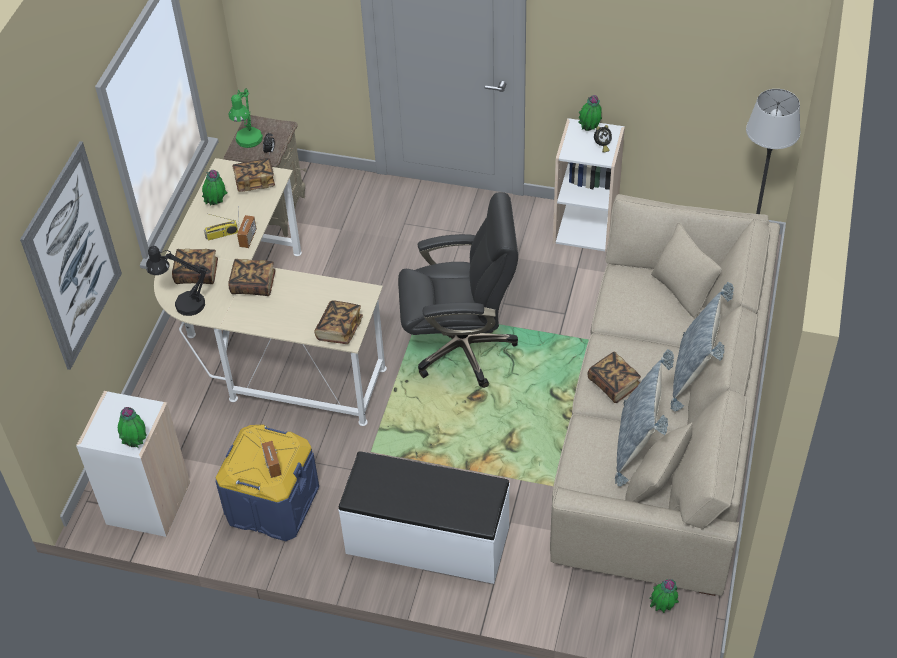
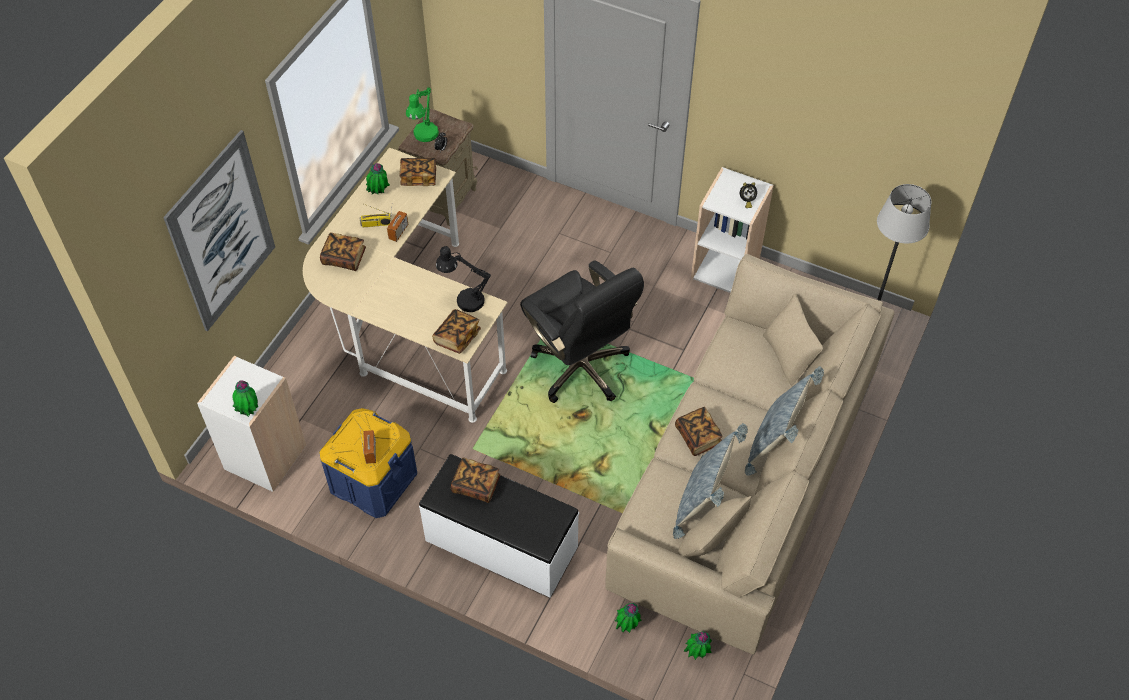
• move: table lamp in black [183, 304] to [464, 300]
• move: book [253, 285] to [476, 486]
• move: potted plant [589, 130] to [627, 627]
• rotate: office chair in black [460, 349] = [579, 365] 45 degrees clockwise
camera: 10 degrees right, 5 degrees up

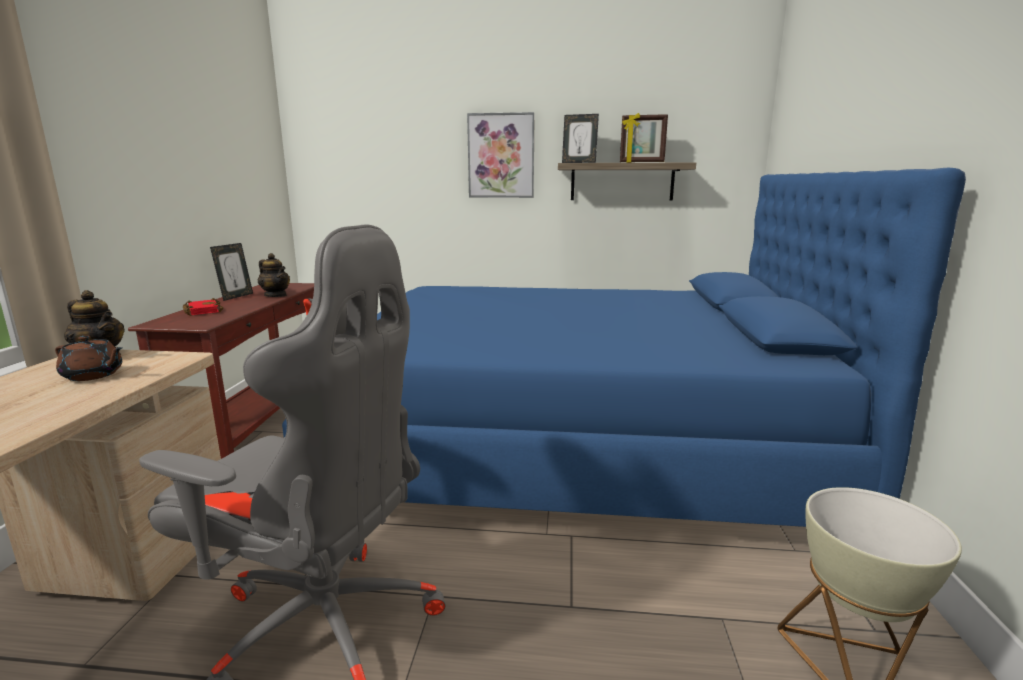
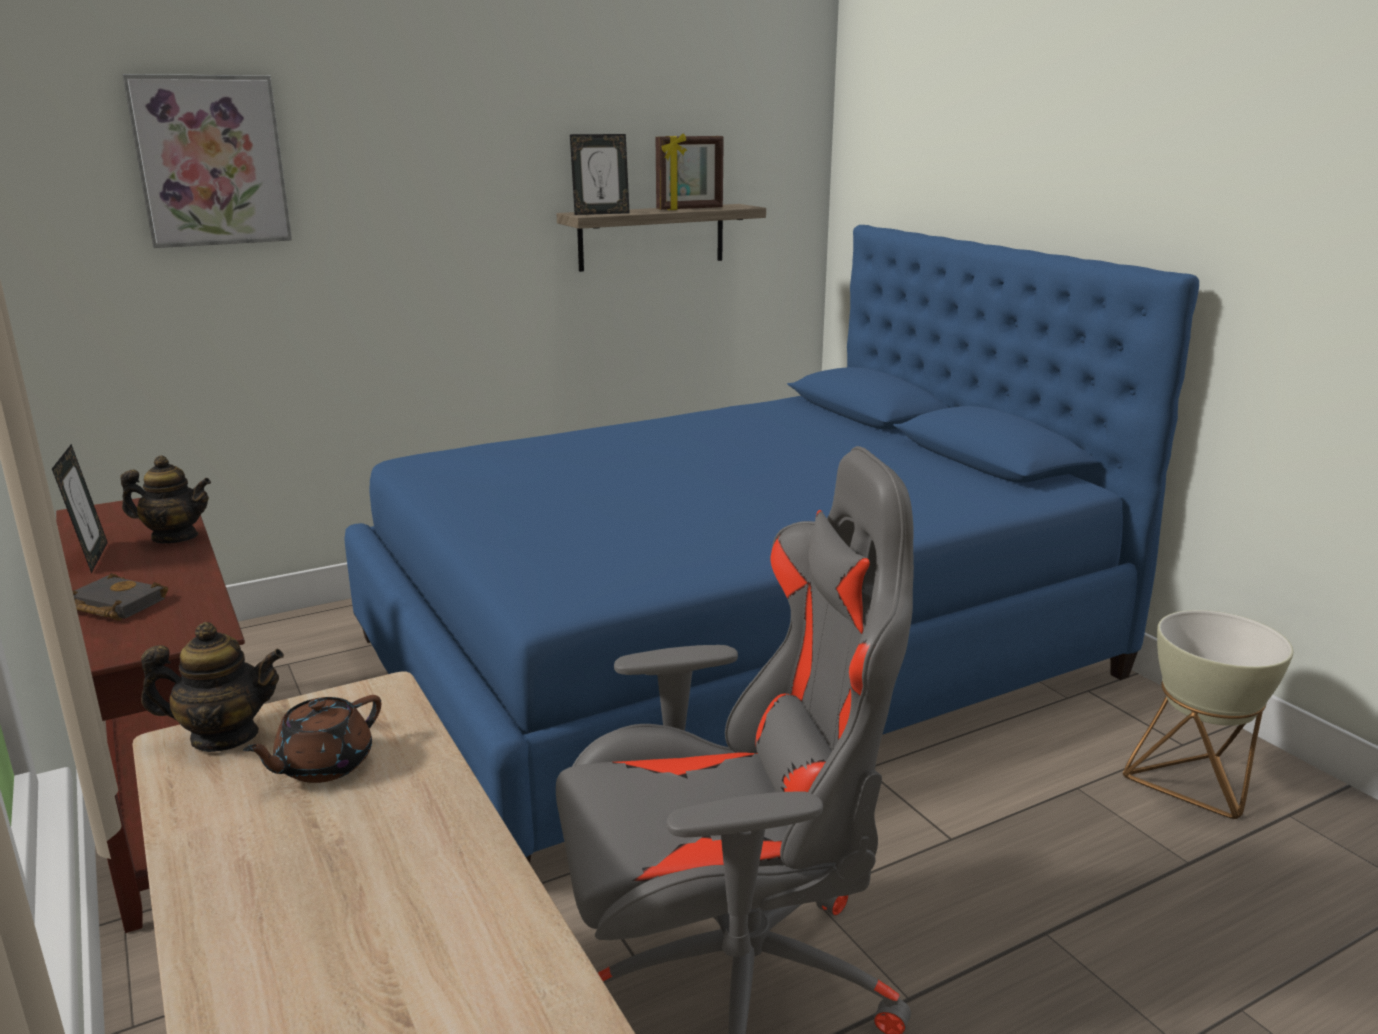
• move: picture [501, 156] to [210, 161]
• recolor: book in red [201, 311] to book in black [112, 605]
• rotate: teapot in brown [93, 375] = [323, 765] 150 degrees clockwise
camera: 35 degrees left, 5 degrees up

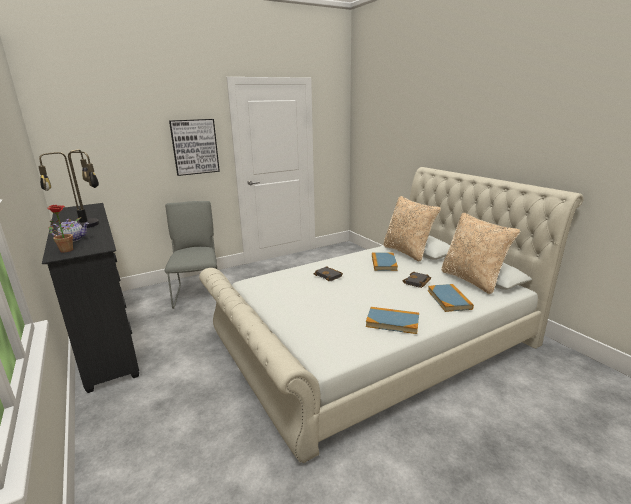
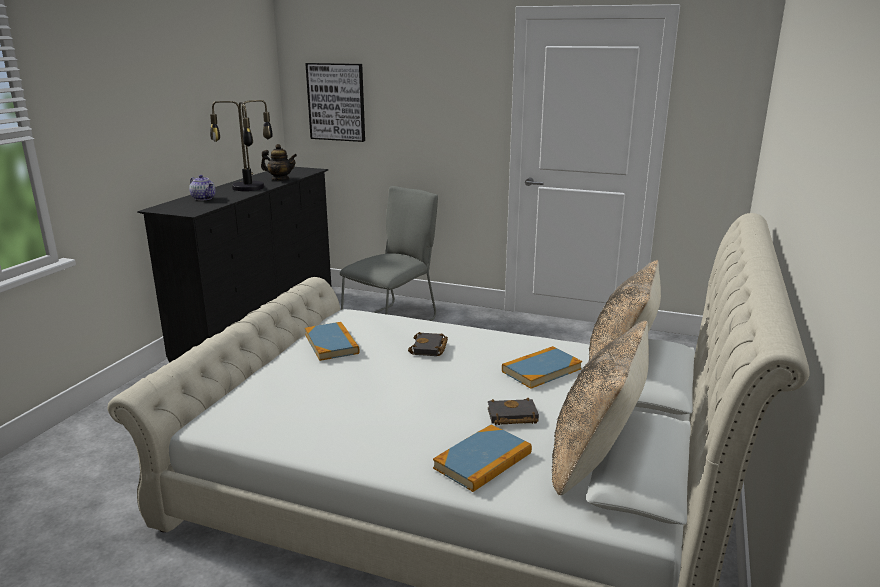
• delete: potted plant [69, 249]
• insert: teapot [280, 179]
• move: picture [195, 147] to [336, 102]
• move: book [392, 322] to [331, 344]
camera: 50 degrees right, 0 degrees up

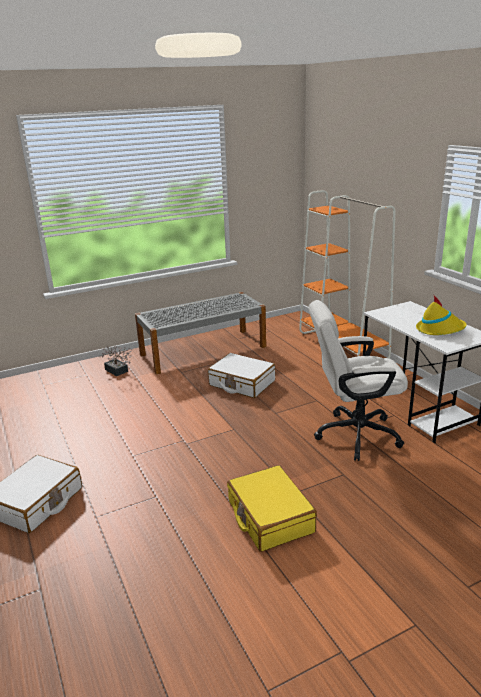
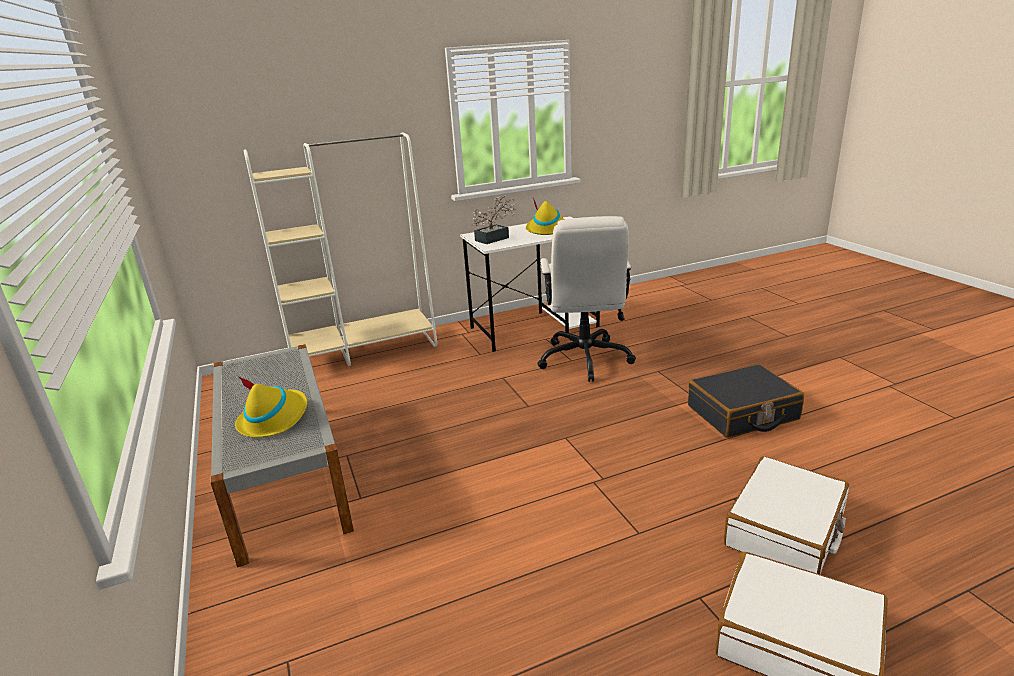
• insert: hat in yellow [274, 419]
• move: potted plant [117, 371] to [495, 238]
• move: suitcase in white [241, 383] to [785, 530]
• recolor: suitcase in yellow [270, 517] to suitcase in black [742, 413]
• recolor: clothes rack in orange [342, 347] to clothes rack in beige [365, 354]
camera: 85 degrees left, 0 degrees up

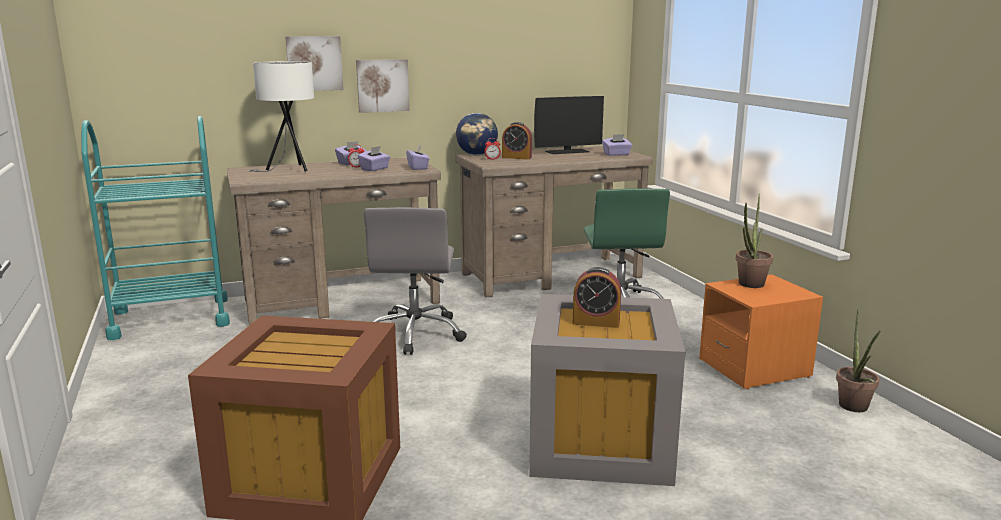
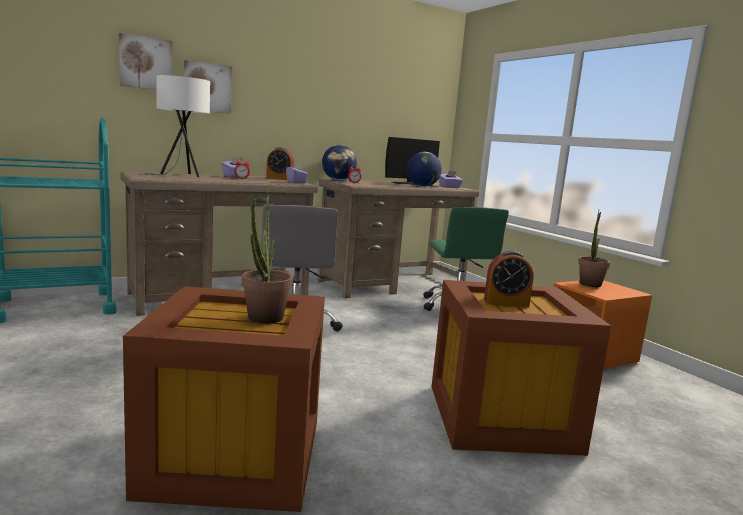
• delete: tissue box in purple [375, 169]
• insert: globe [422, 186]
• move: picture [382, 85] to [145, 63]
• move: alarm clock [516, 157] to [279, 179]
• move: potted plant [854, 409] to [263, 320]
• recolor: storage box in grey [602, 442] to storage box in brown [502, 416]
camera: 10 degrees left, 5 degrees down

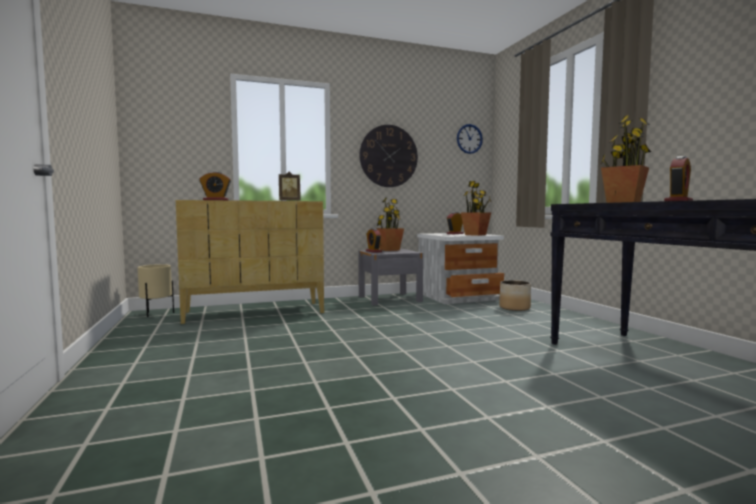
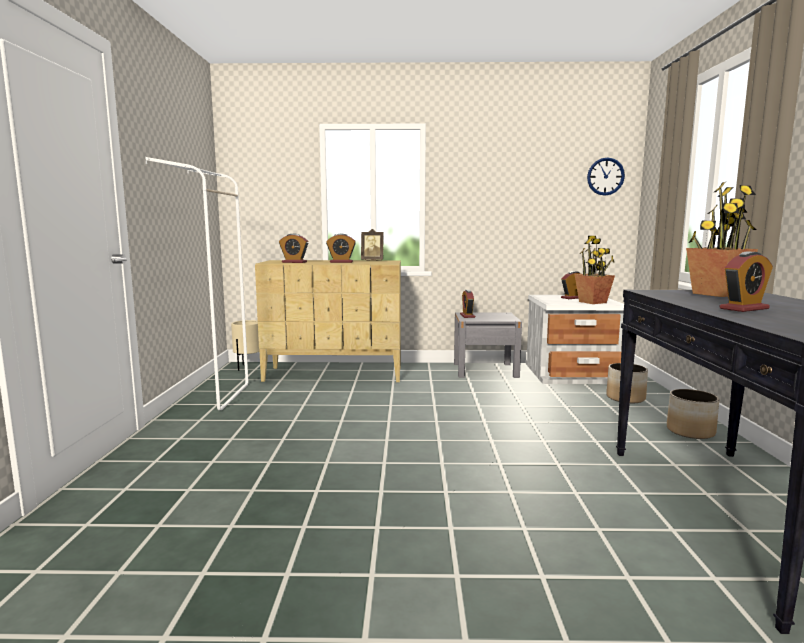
• delete: wall clock [388, 156]
• delete: potted plant [389, 250]
• insert: clothes rack in white [211, 396]
• insert: alarm clock [341, 262]
• insert: planter [691, 431]
camera: 20 degrees right, 5 degrees up

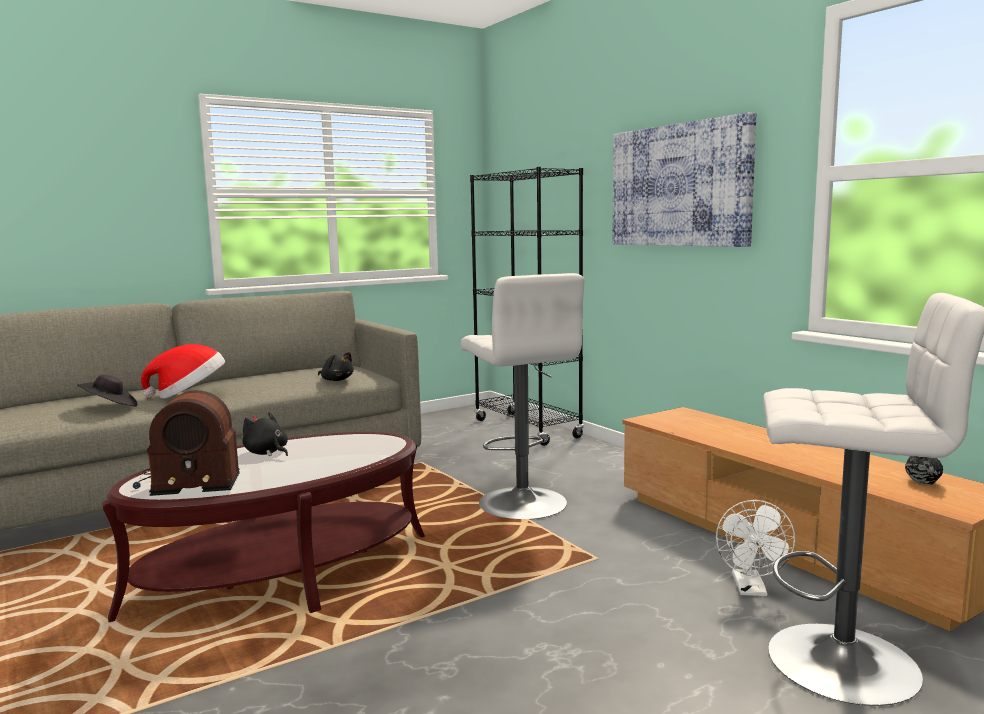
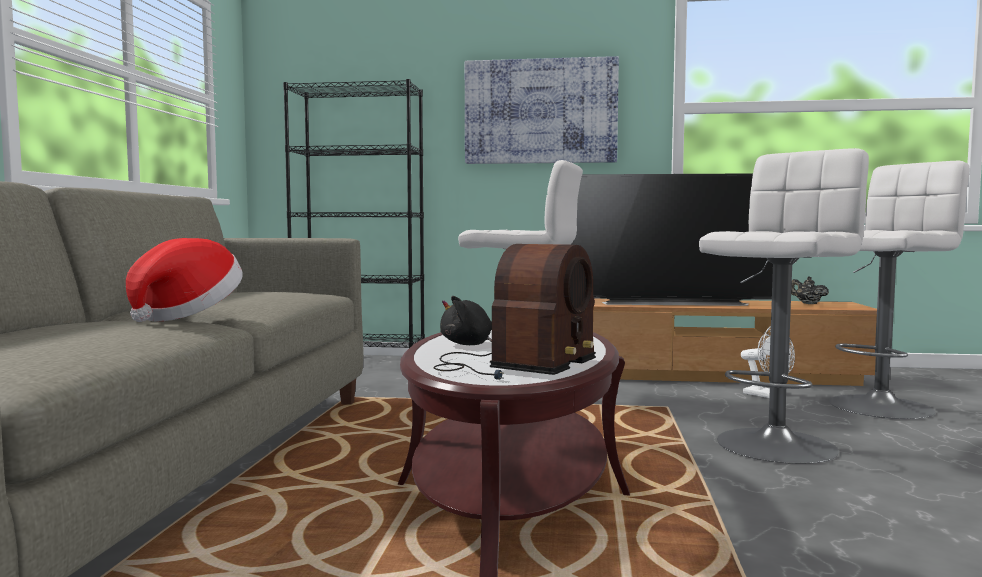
• delete: hat in black [110, 407]
• delete: plush toy in black [336, 380]
• insert: television [672, 303]
• insert: stool in white [777, 446]
camera: 50 degrees left, 5 degrees down

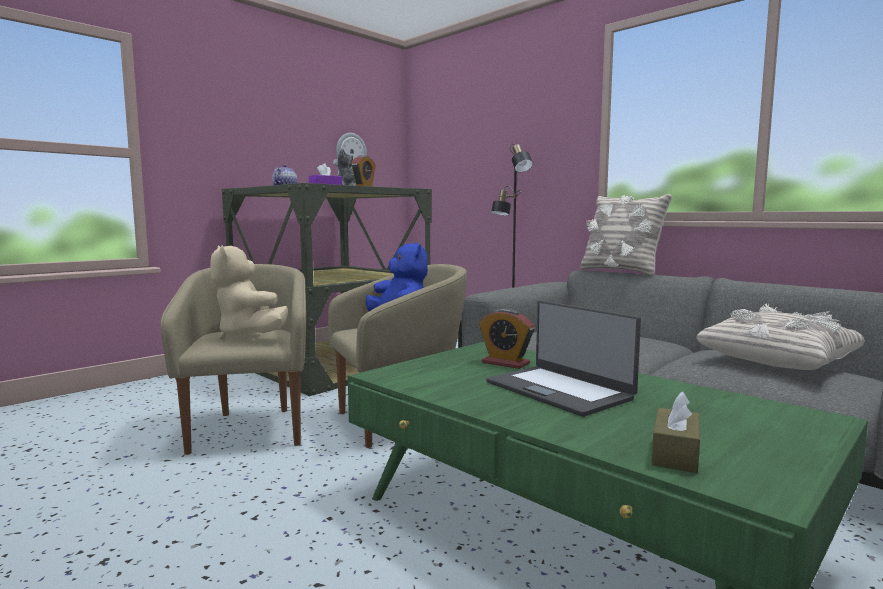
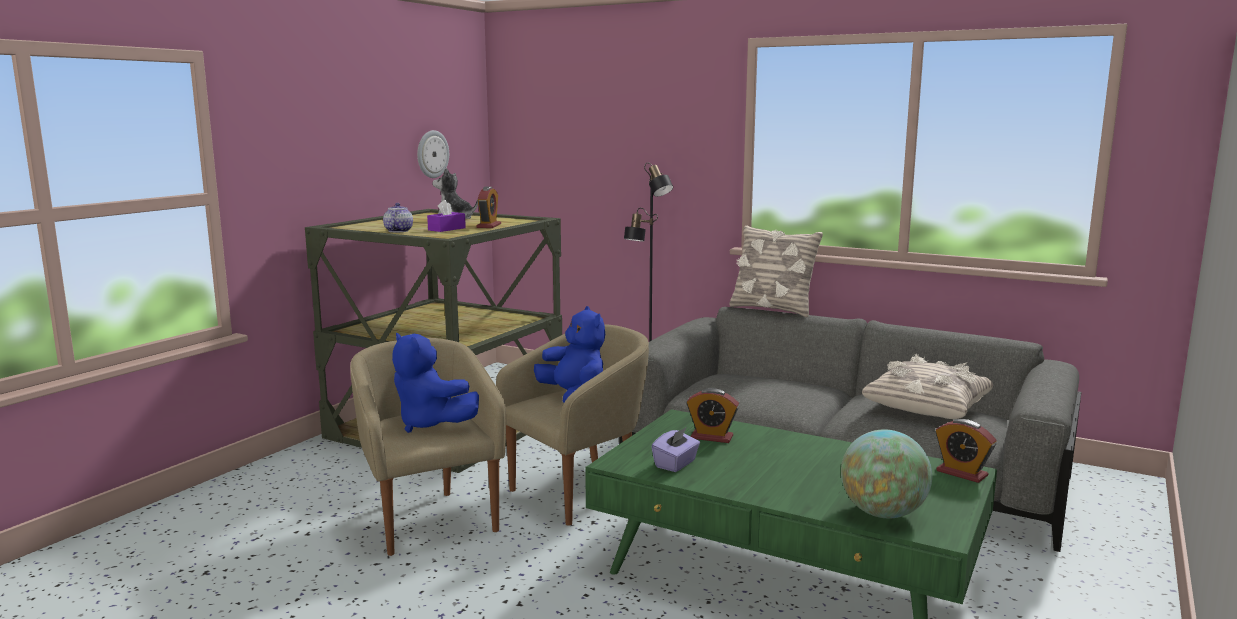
• delete: laptop [559, 390]
• insert: tissue box in purple [676, 464]
• insert: alarm clock [962, 473]
• replace: tissue box in brown [675, 453] to globe [882, 513]
• recolor: plush toy in beige [249, 336] to plush toy in blue [430, 424]
camera: 15 degrees left, 5 degrees up

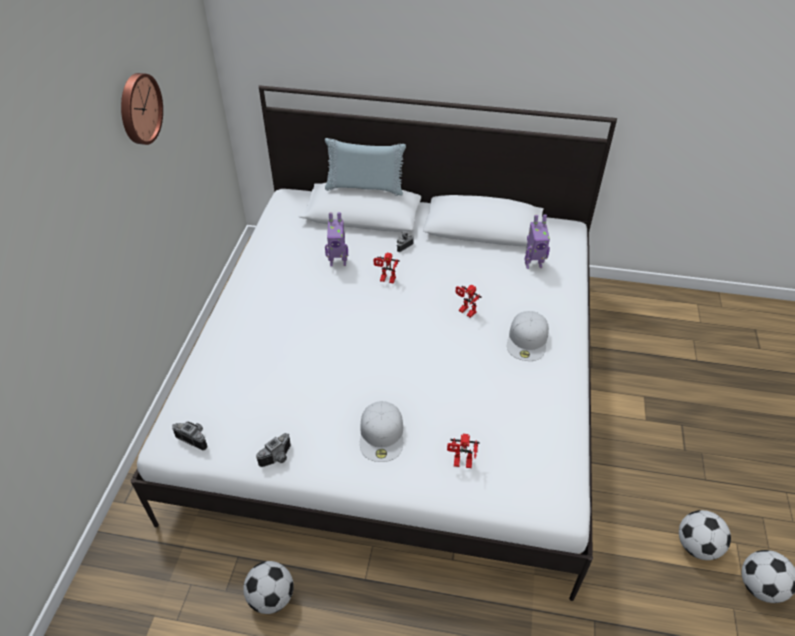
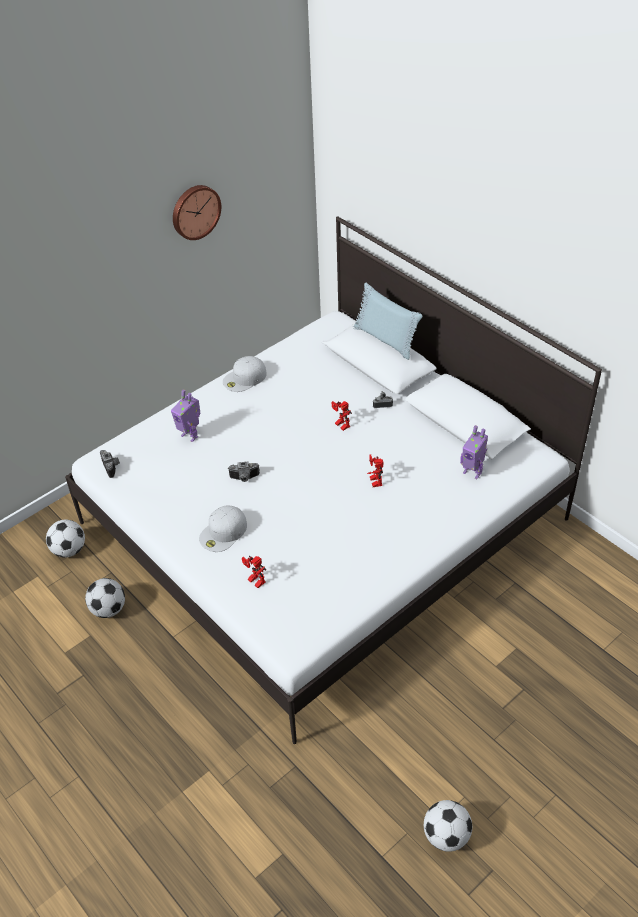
• move: photo camera [278, 458] to [244, 478]
• move: toy robot [338, 262] to [190, 435]
• move: cap in white [527, 340] to [244, 378]
• move: football [697, 546] to [69, 550]
camera: 40 degrees right, 0 degrees up

